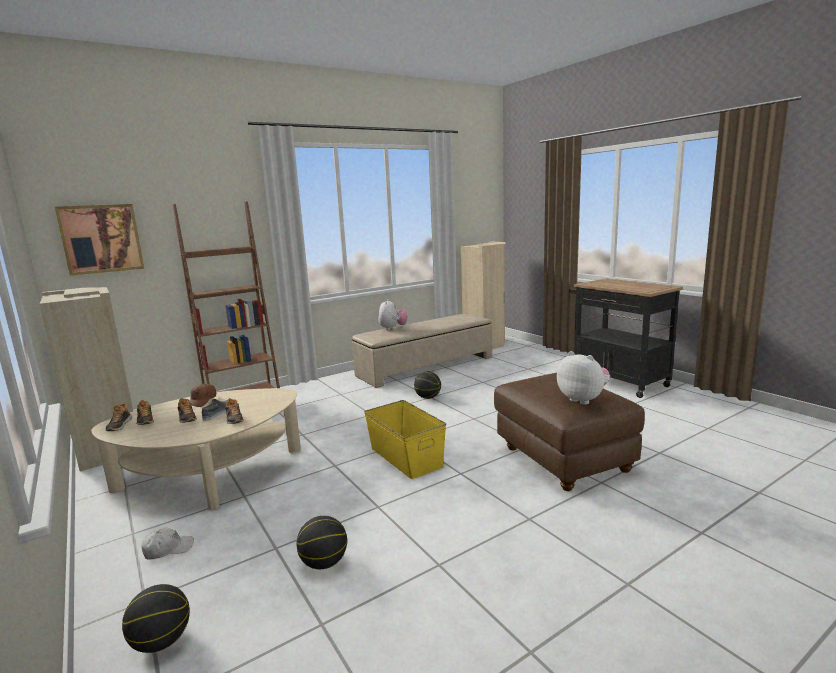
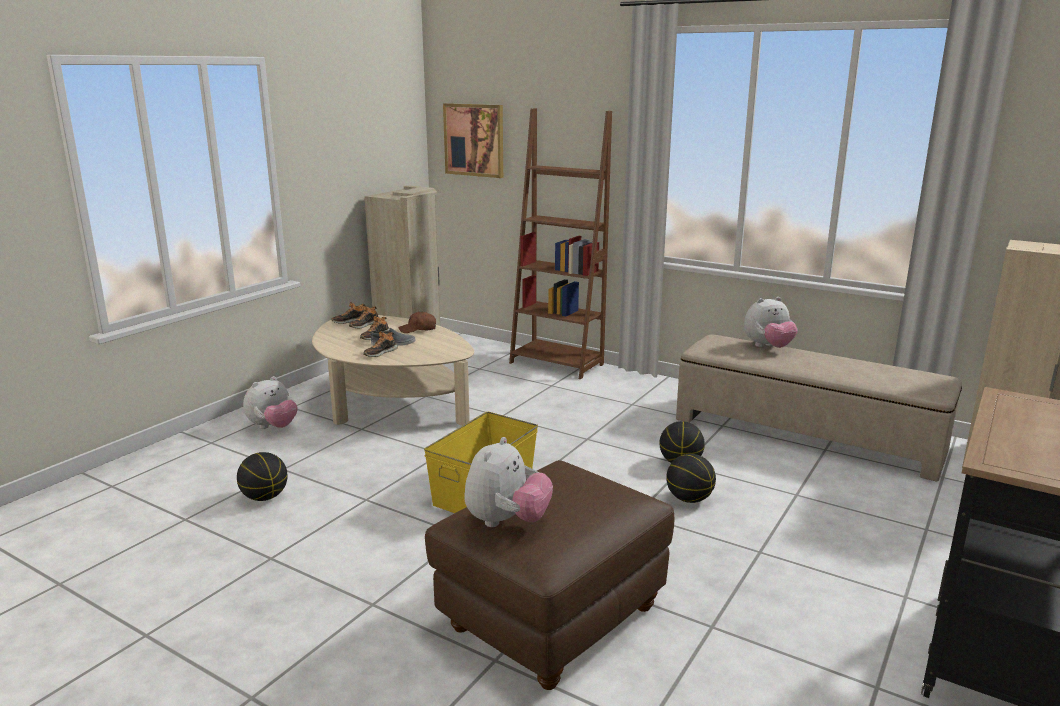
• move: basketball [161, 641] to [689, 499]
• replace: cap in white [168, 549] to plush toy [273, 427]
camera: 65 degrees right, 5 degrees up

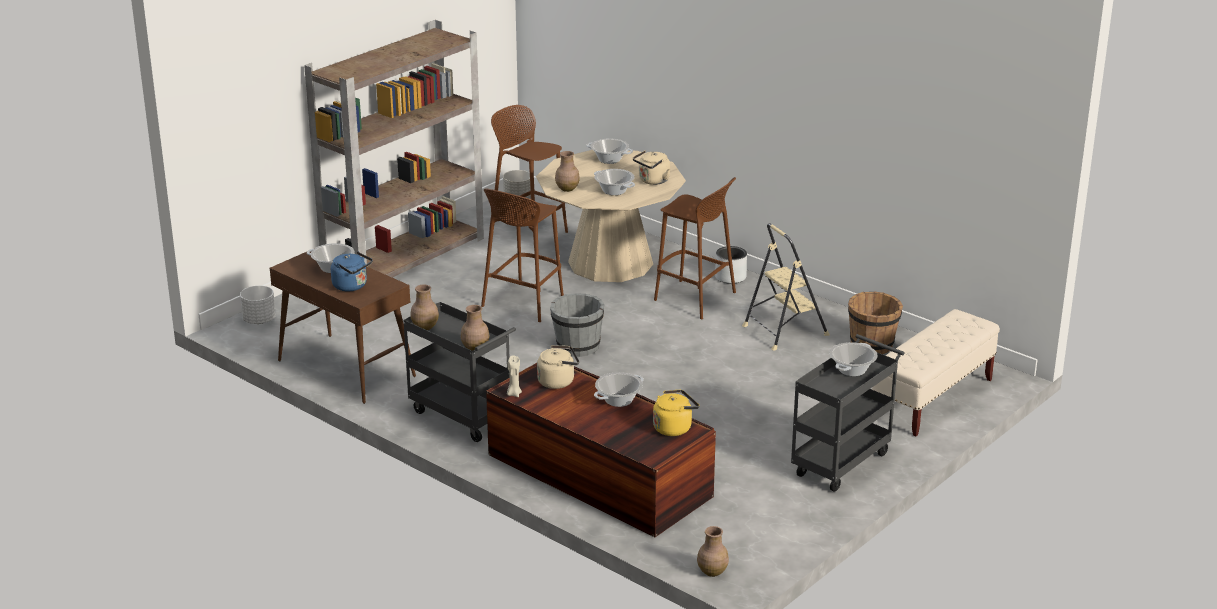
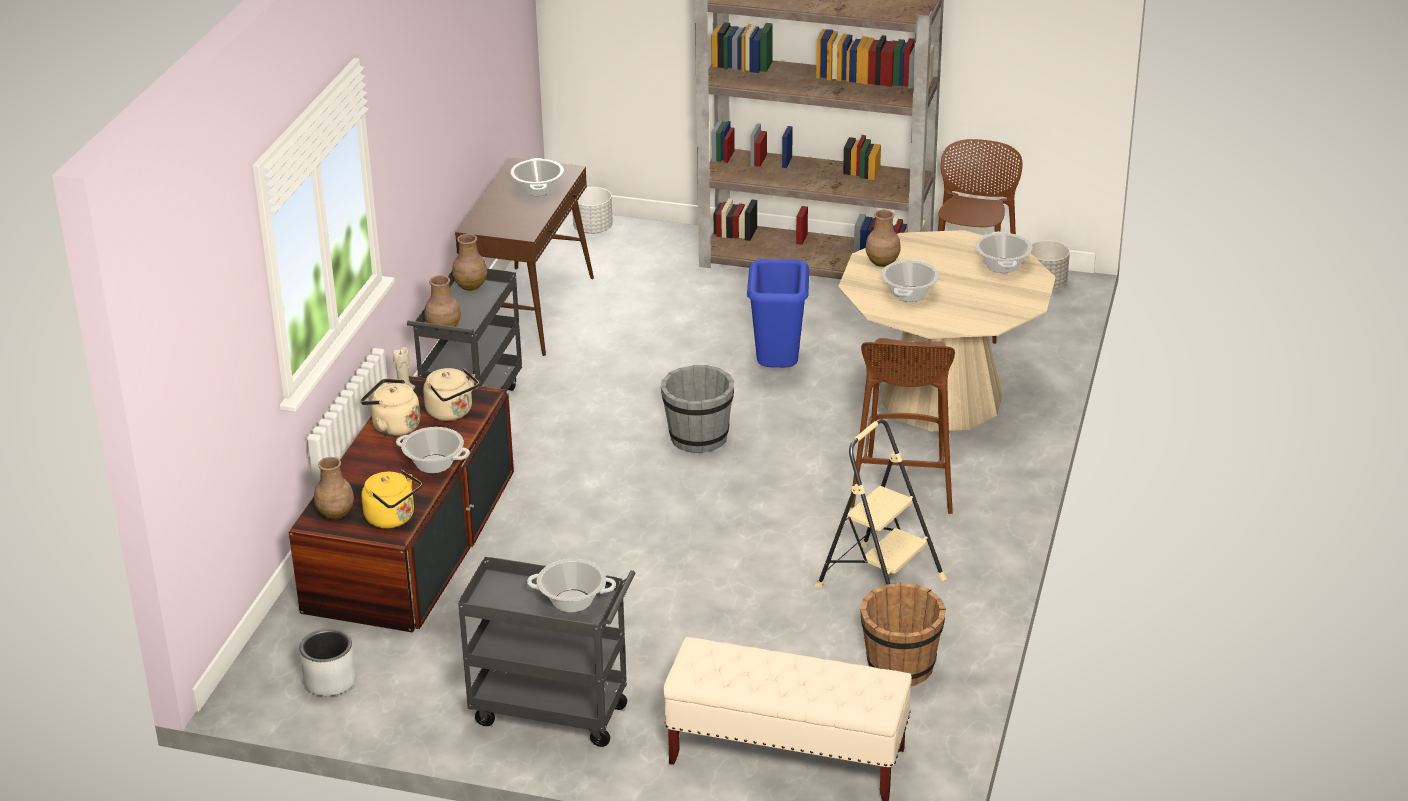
• delete: kettle in blue [352, 286]
• move: kettle in beige [652, 181] to [393, 426]
• move: vase in brown [712, 571] to [336, 514]
• move: planter in grey [730, 277] to [330, 681]
• replace: stool in brown [524, 303] to trash can in blue [777, 370]
camera: 65 degrees right, 5 degrees up

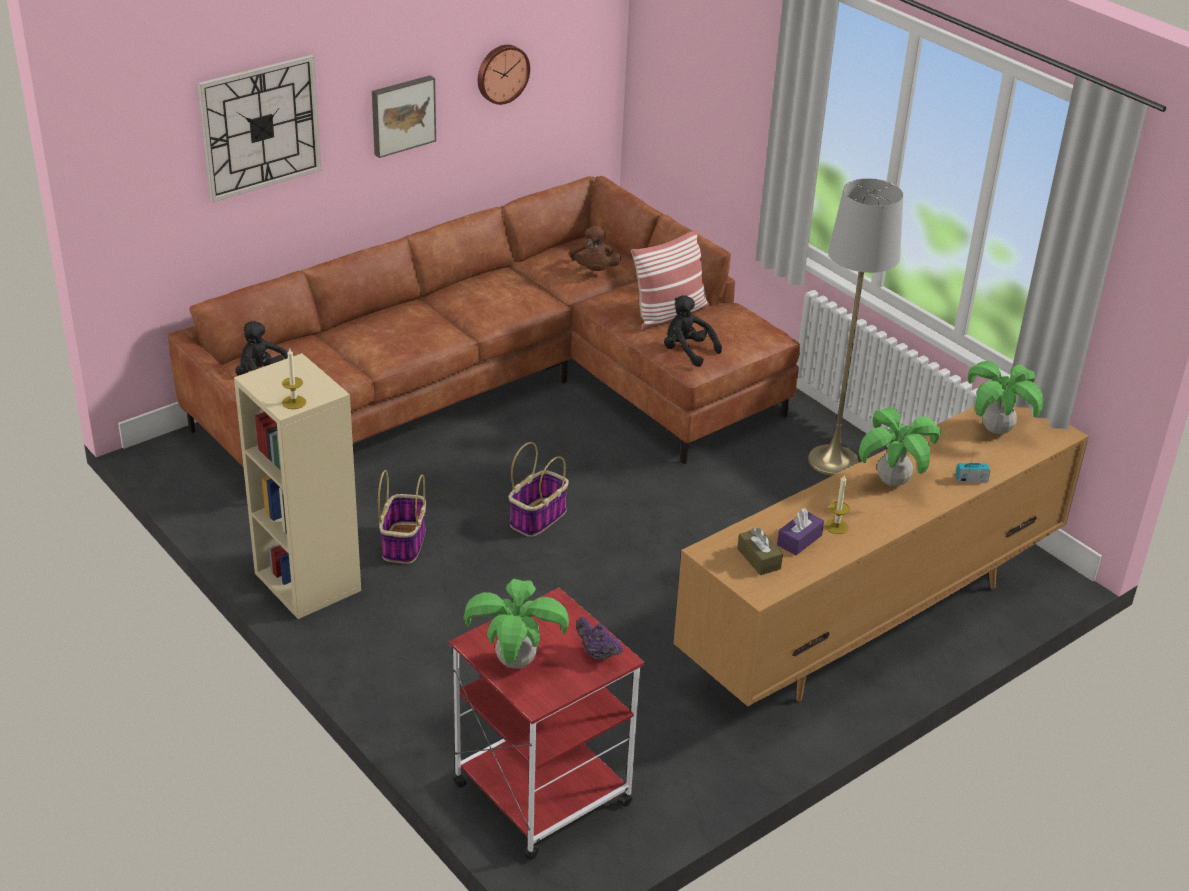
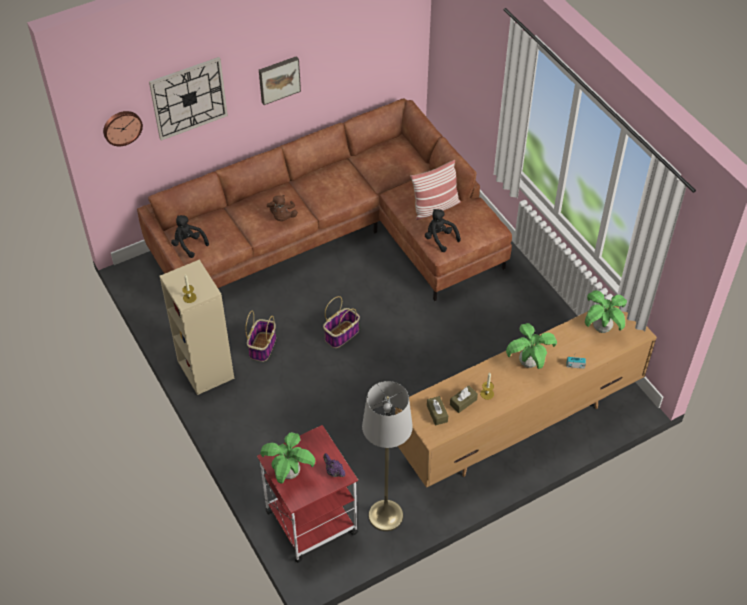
• move: wall clock [501, 73] to [122, 127]
• move: plush toy in brown [594, 271] to [282, 217]
• move: floor lamp in grey [833, 460] to [385, 515]
• recolor: tissue box in purple [799, 540] to tissue box in brown [463, 402]
camera: 10 degrees right, 15 degrees up

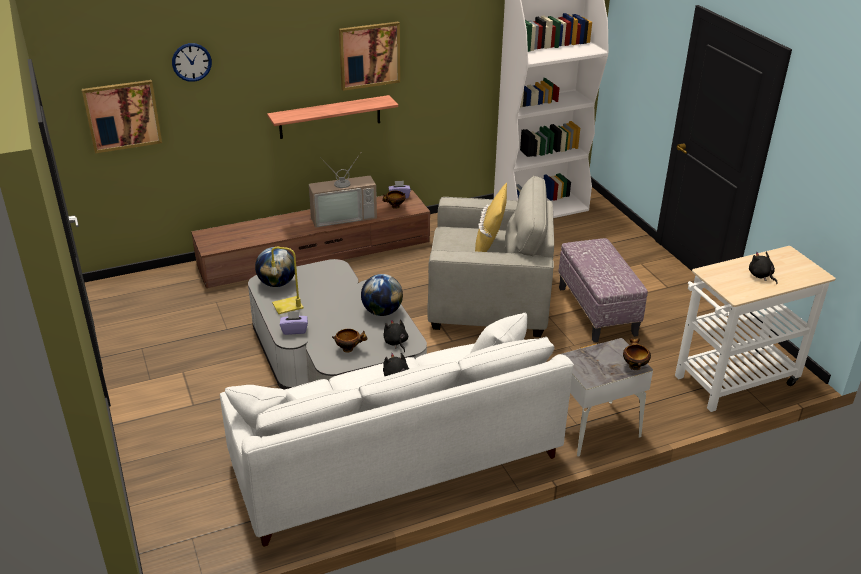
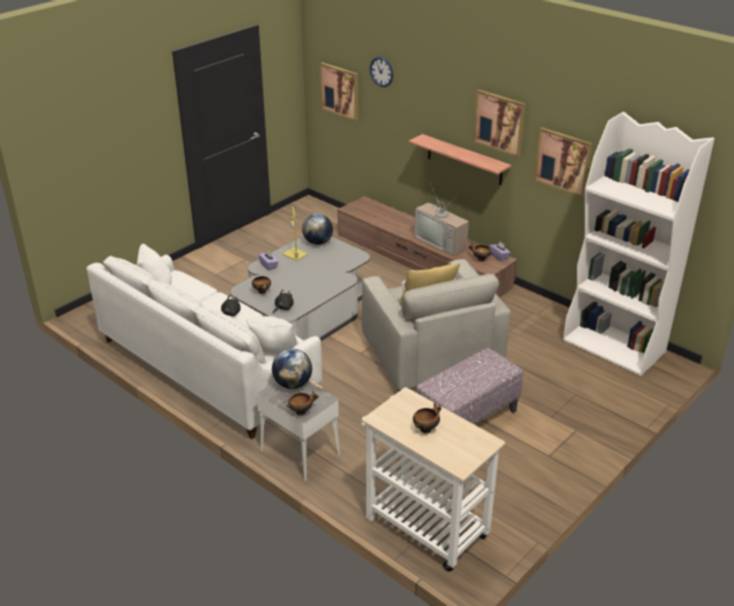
• insert: picture [563, 161]
• move: globe [382, 312] to [292, 384]
• replace: plush toy in black [761, 276] to bowl [426, 429]
camera: 65 degrees right, 0 degrees up

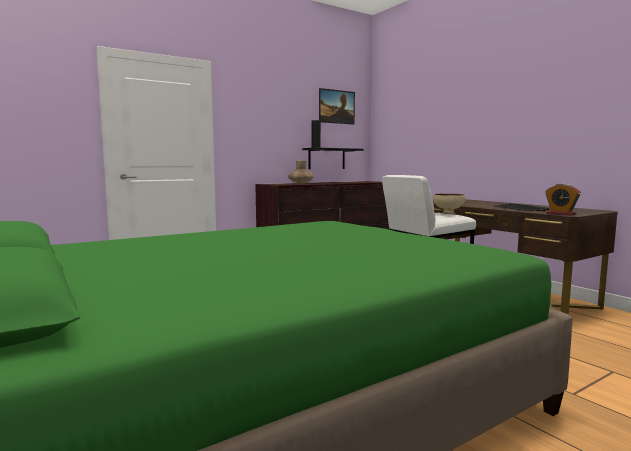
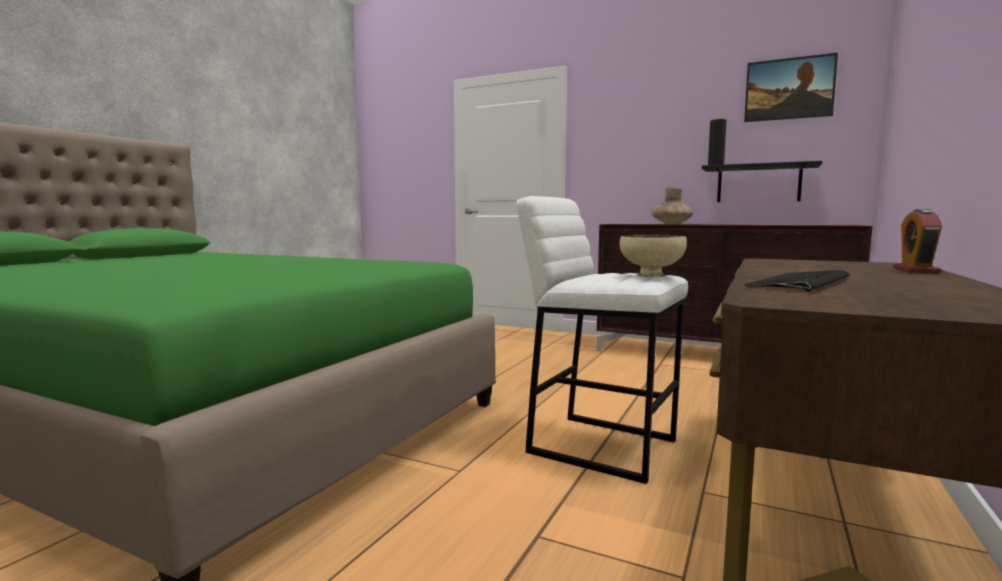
• move: alarm clock [561, 214] to [915, 270]
camera: 60 degrees right, 0 degrees up

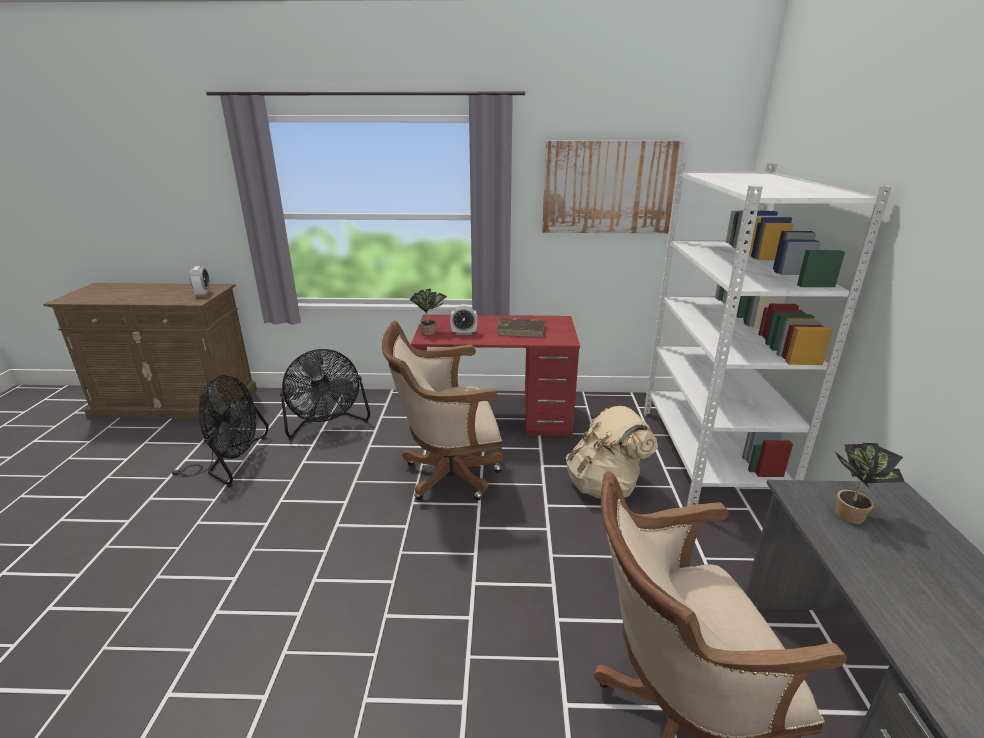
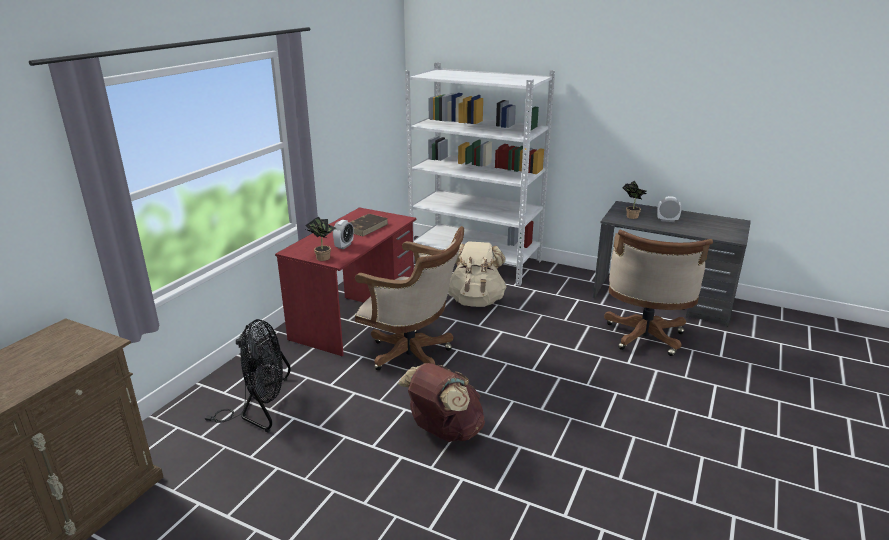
• delete: fan in black [230, 462]
• delete: picture [609, 188]
• insert: backpack in brown [444, 431]
• move: alarm clock [203, 294] to [667, 220]
• rotate: office chair [447, 476] = [413, 355] 75 degrees counterclockwise
camera: 65 degrees left, 0 degrees up

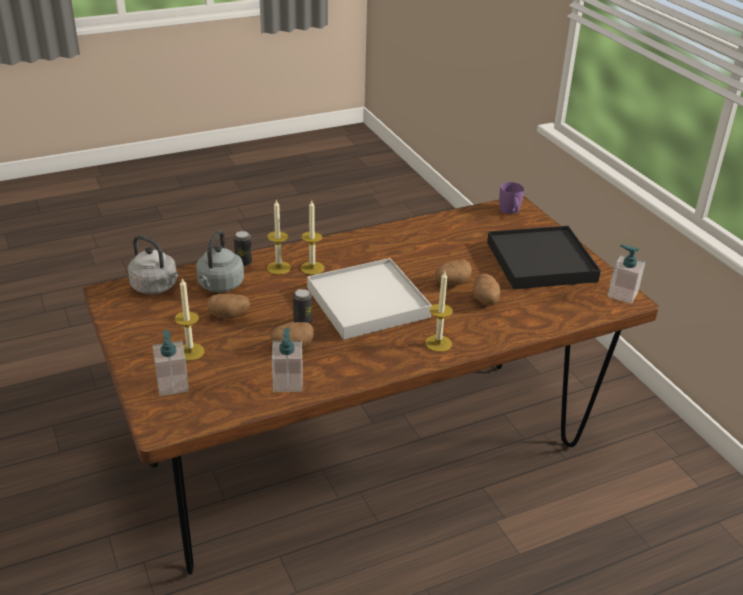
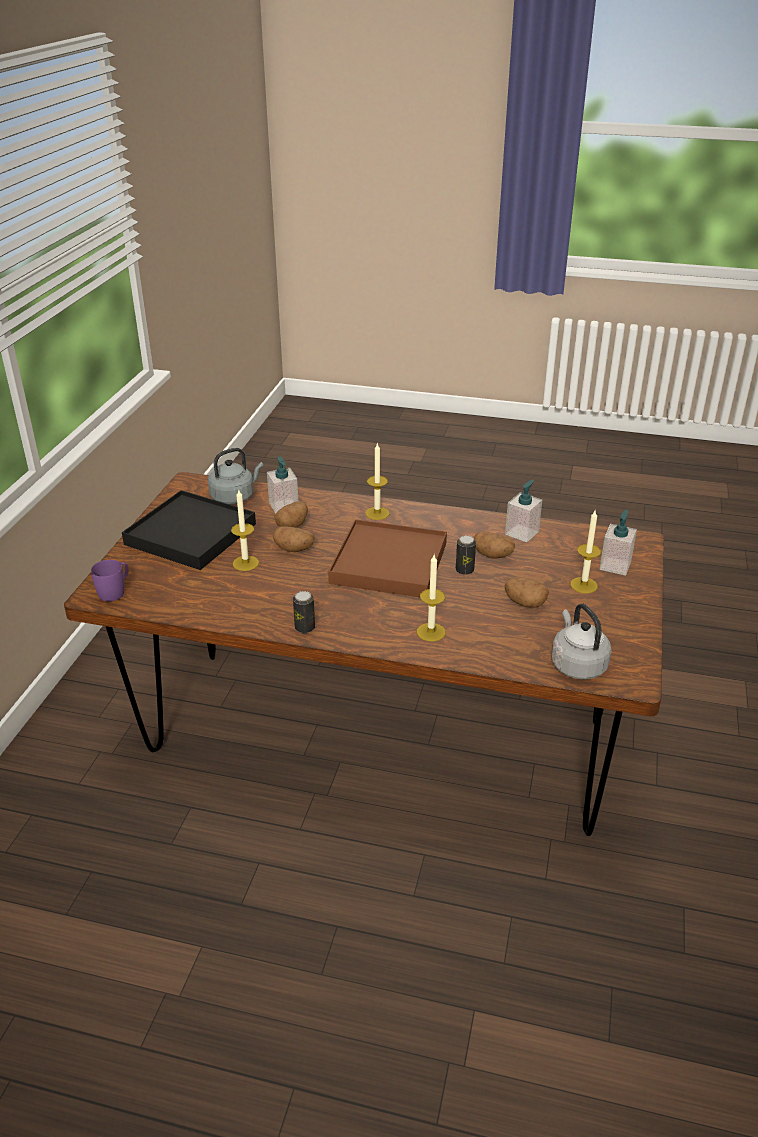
• move: kettle in grey [219, 286] to [234, 497]
• move: can [243, 262] to [304, 628]
• move: candle [312, 268] to [245, 563]
• move: soap dispenser [622, 294] to [283, 506]
• recolor: tray in white [367, 302] to tray in brown [389, 563]
camera: 140 degrees left, 0 degrees up

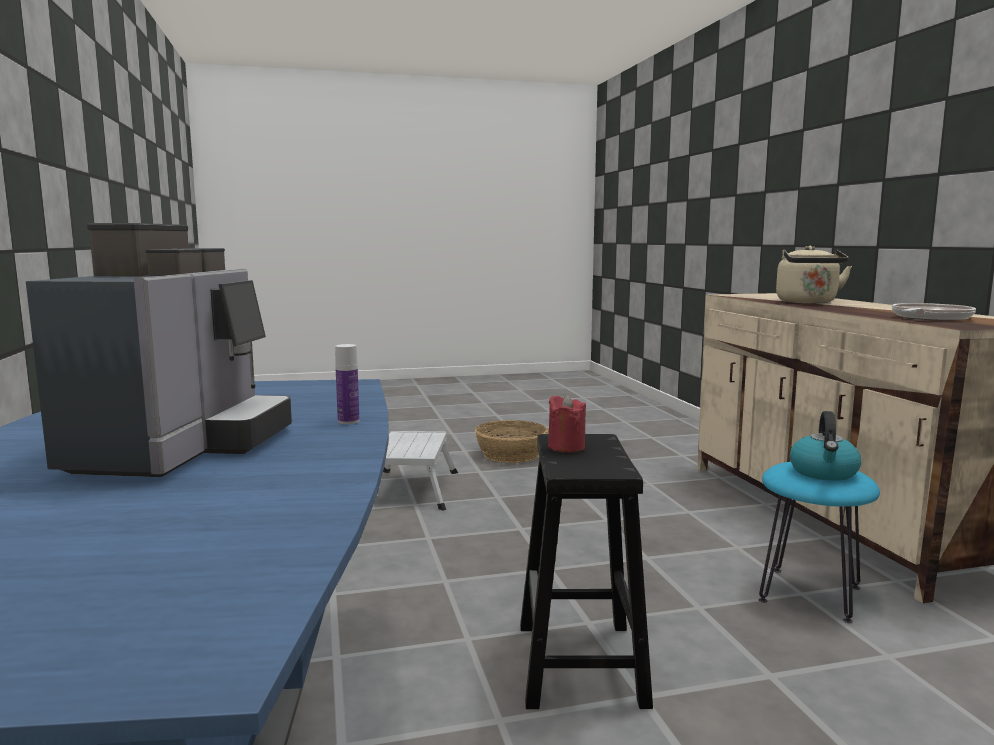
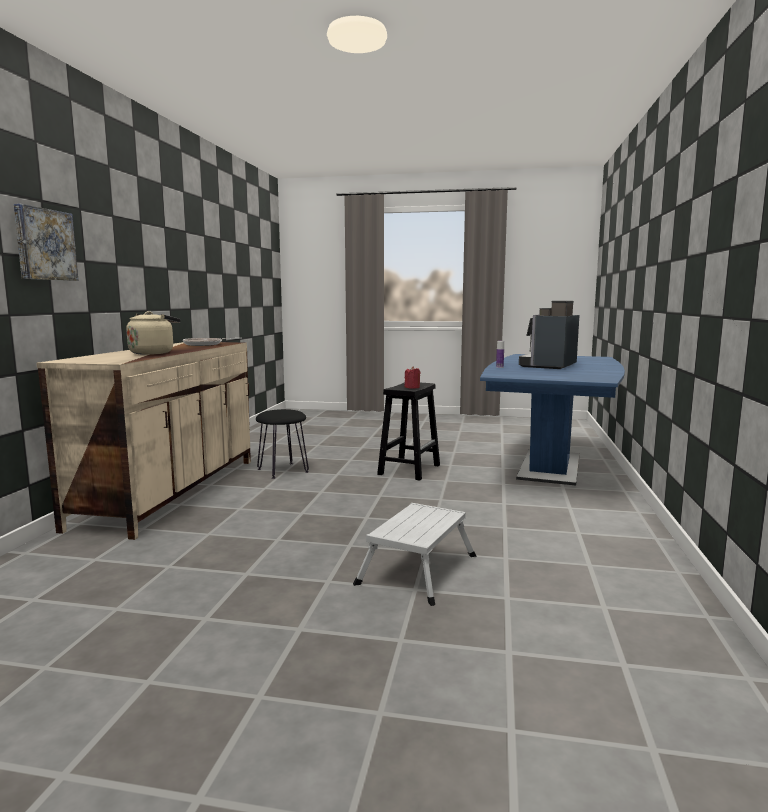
• delete: basket [511, 454]
• delete: kettle [824, 473]
• insert: picture [44, 244]
• recolor: stool in turquoise [810, 594] to stool in black [283, 470]
camera: 155 degrees left, 0 degrees up

